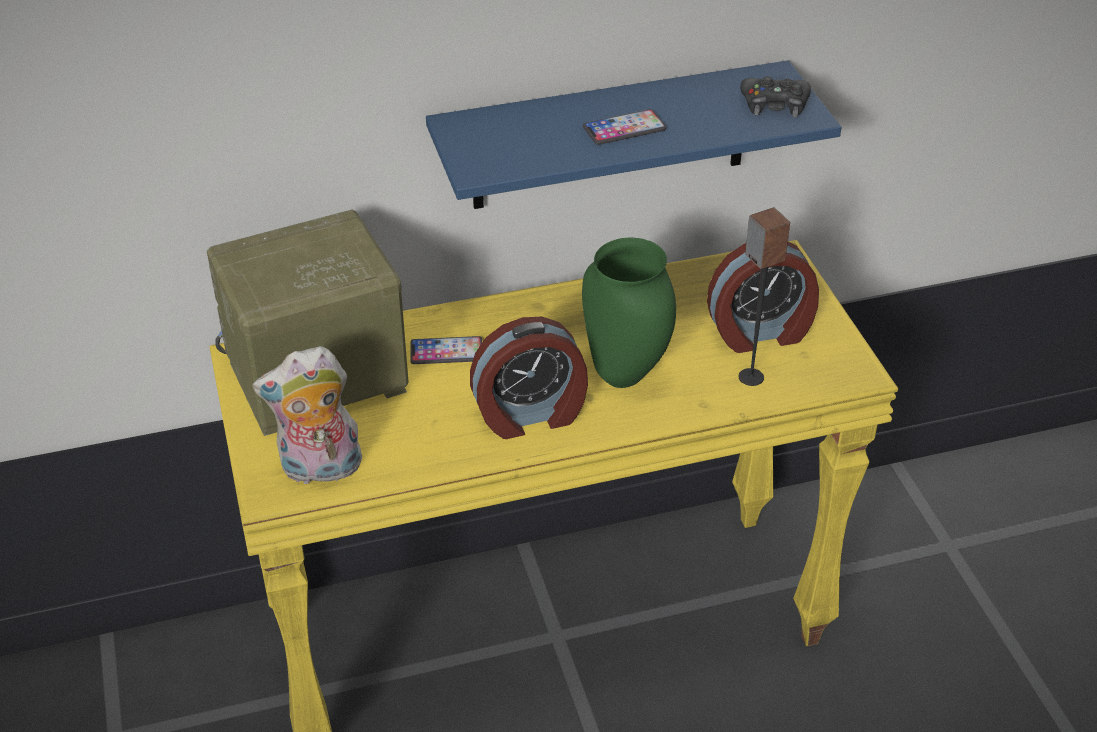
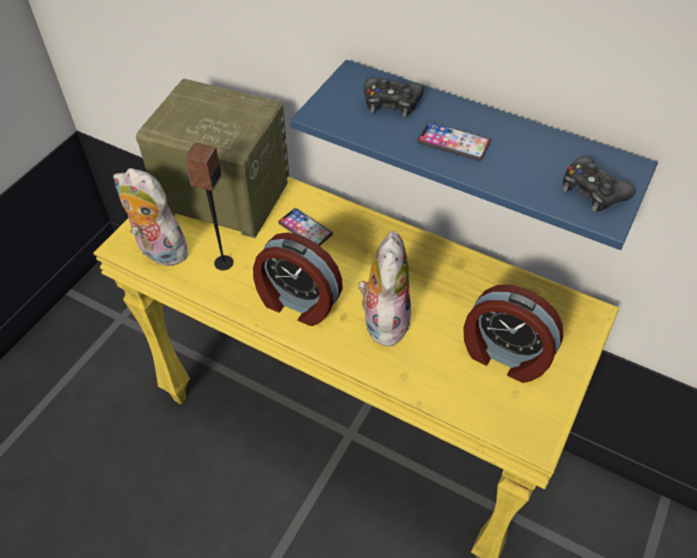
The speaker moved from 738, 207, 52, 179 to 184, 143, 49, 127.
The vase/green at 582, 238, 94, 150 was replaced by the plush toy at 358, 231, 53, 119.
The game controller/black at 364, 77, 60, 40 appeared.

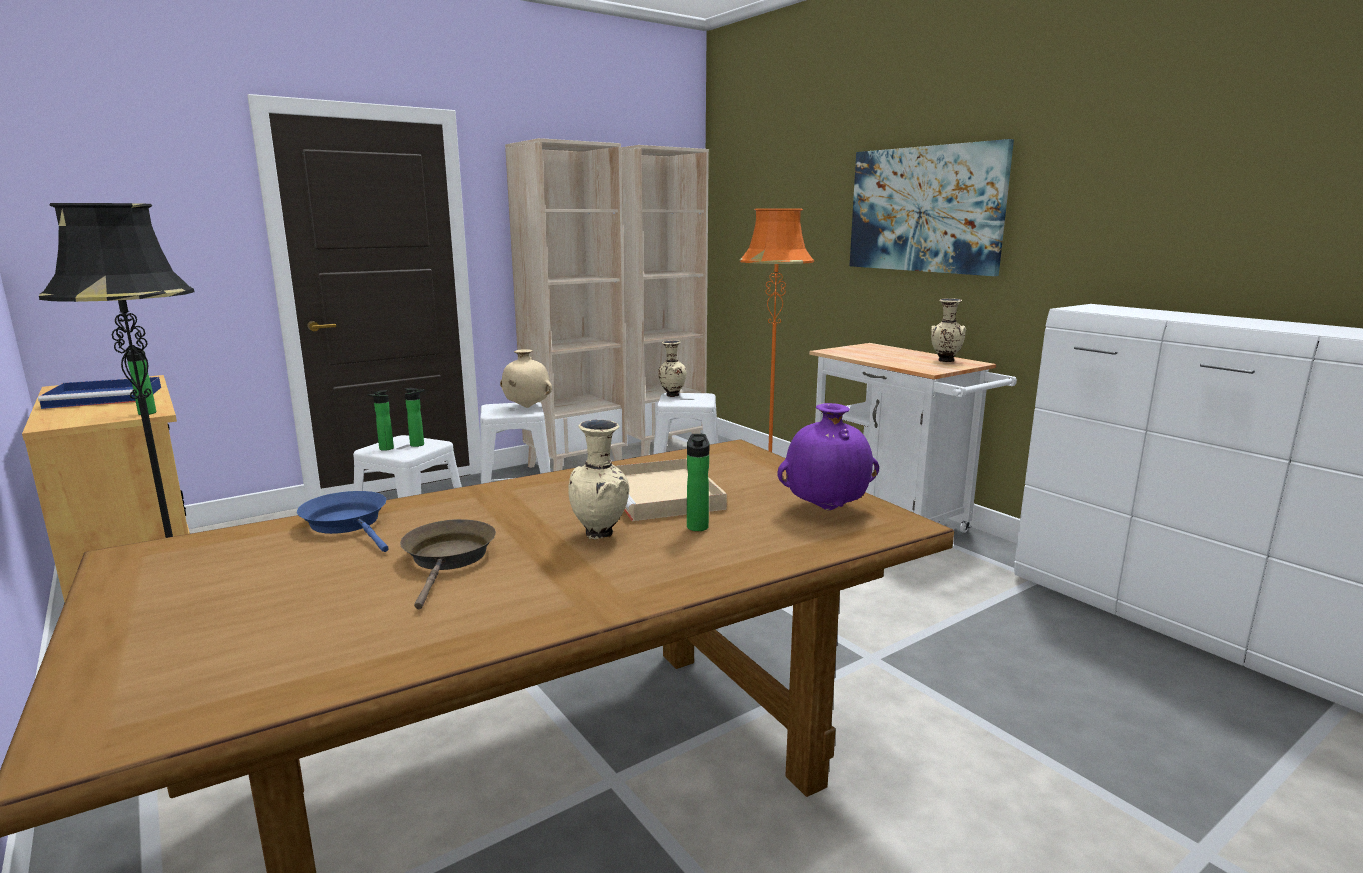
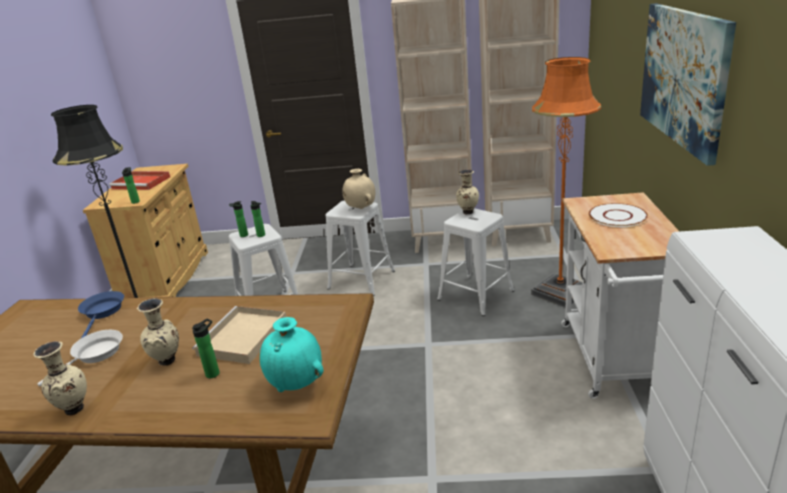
The vase/beige moved from 931, 298, 35, 64 to 33, 341, 54, 75.
The tray/blue at 38, 377, 123, 32 became the tray/red at 109, 171, 61, 19.
The vase/purple at 778, 403, 101, 107 became the vase/turquoise at 260, 317, 64, 75.
The frying pan/brown at 400, 519, 96, 91 became the frying pan/white at 37, 330, 86, 57.
The plate/white at 589, 203, 59, 24 appeared.

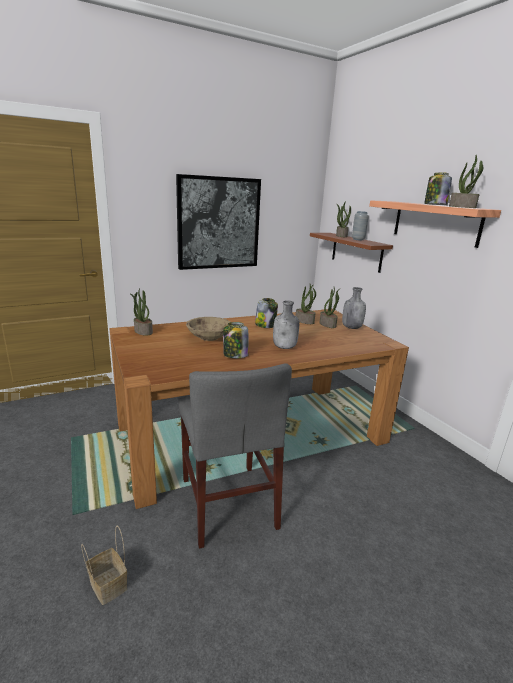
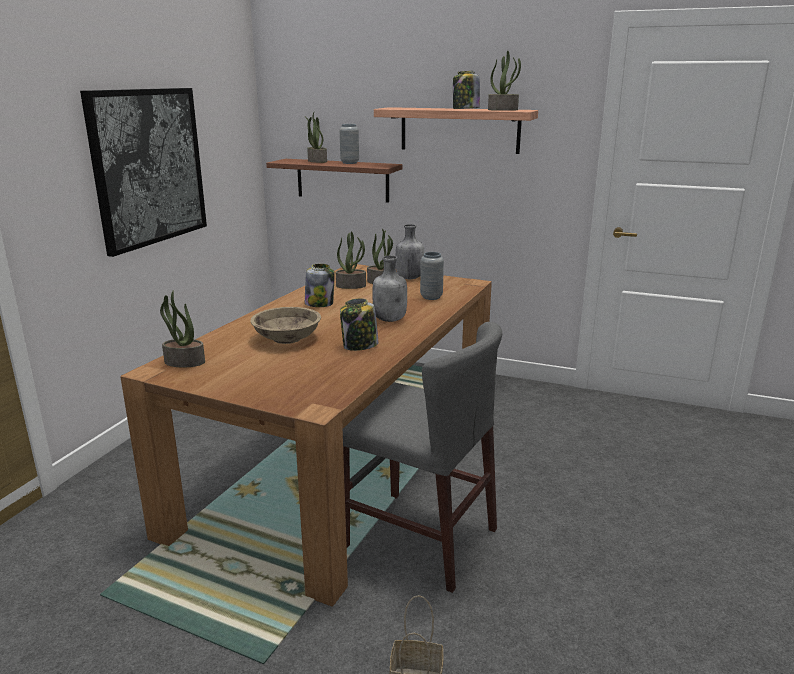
The vase/grey at 420, 252, 24, 48 appeared.

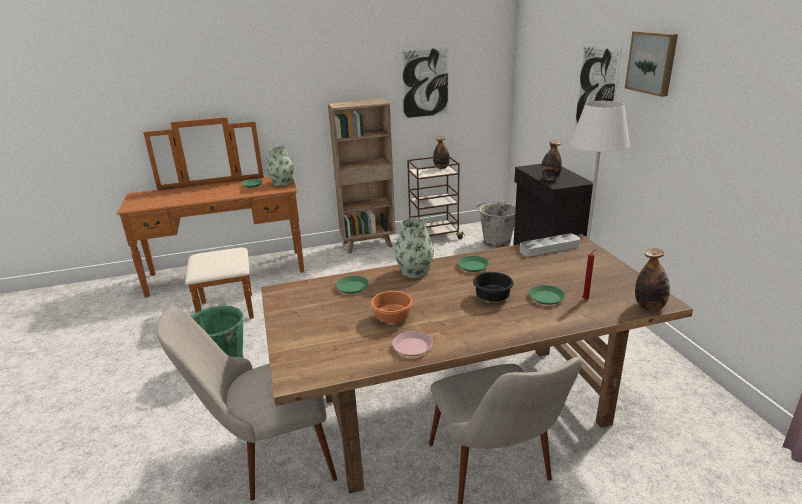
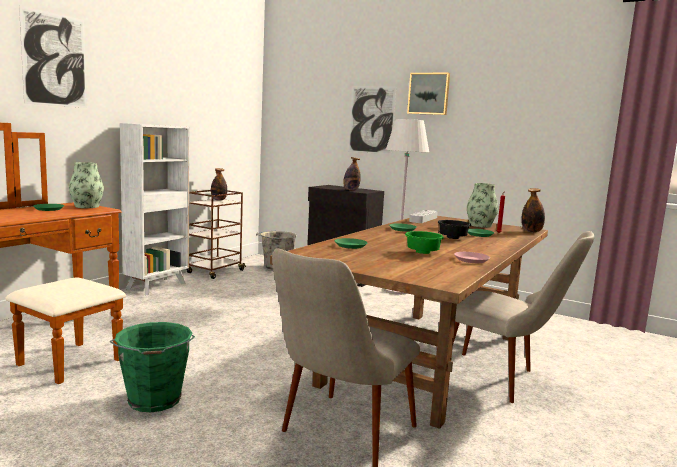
The picture moved from 400, 46, 49, 74 to 19, 6, 68, 102.
The bookcase/brown at 328, 99, 68, 155 became the bookcase/white at 120, 123, 70, 172.
The vase moved from 395, 218, 39, 60 to 467, 183, 31, 45.
The bowl/orange at 371, 291, 42, 32 became the bowl/green at 405, 231, 39, 23.

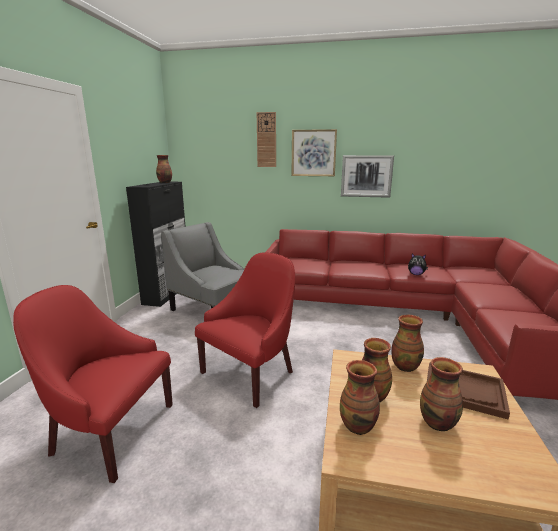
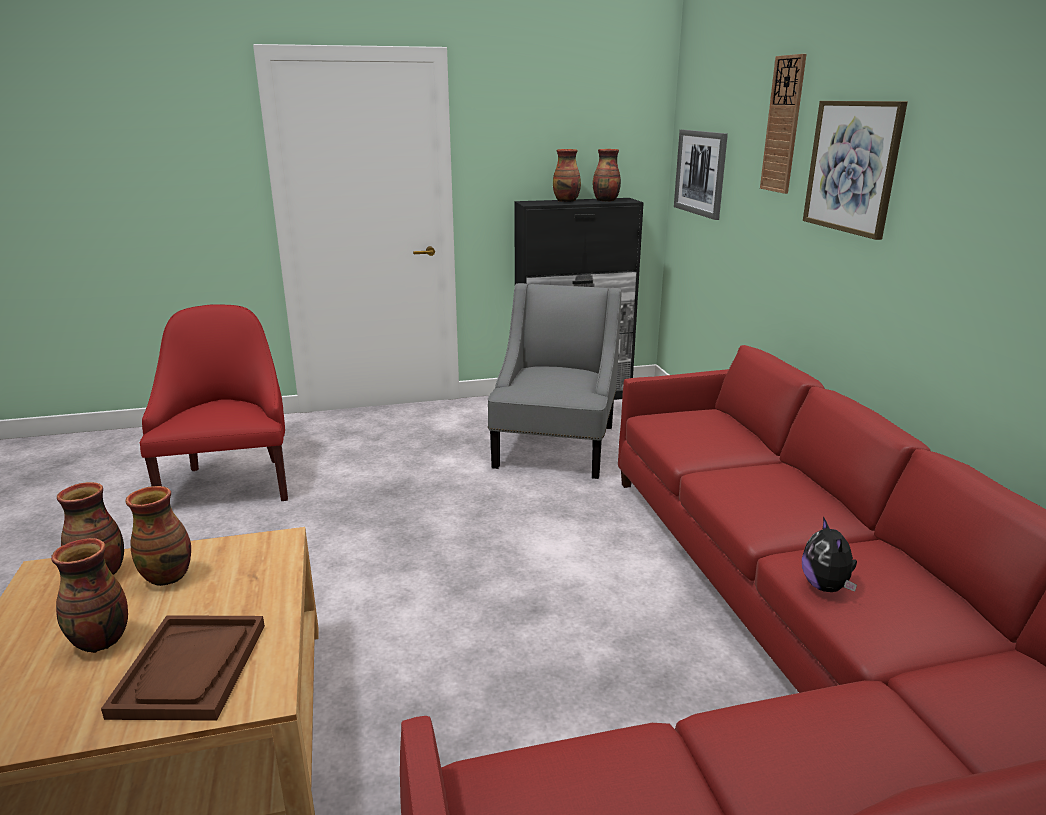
The picture moved from 341, 155, 53, 43 to 674, 130, 54, 90.
The armchair/red at 195, 252, 100, 156 disappeared.
The vase moved from 391, 315, 33, 57 to 553, 149, 28, 53.

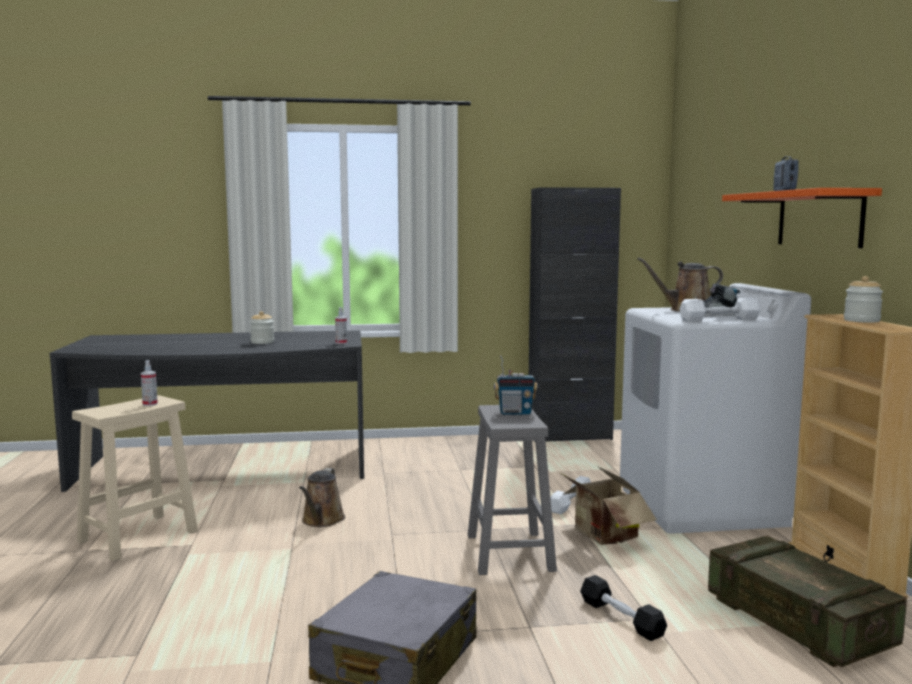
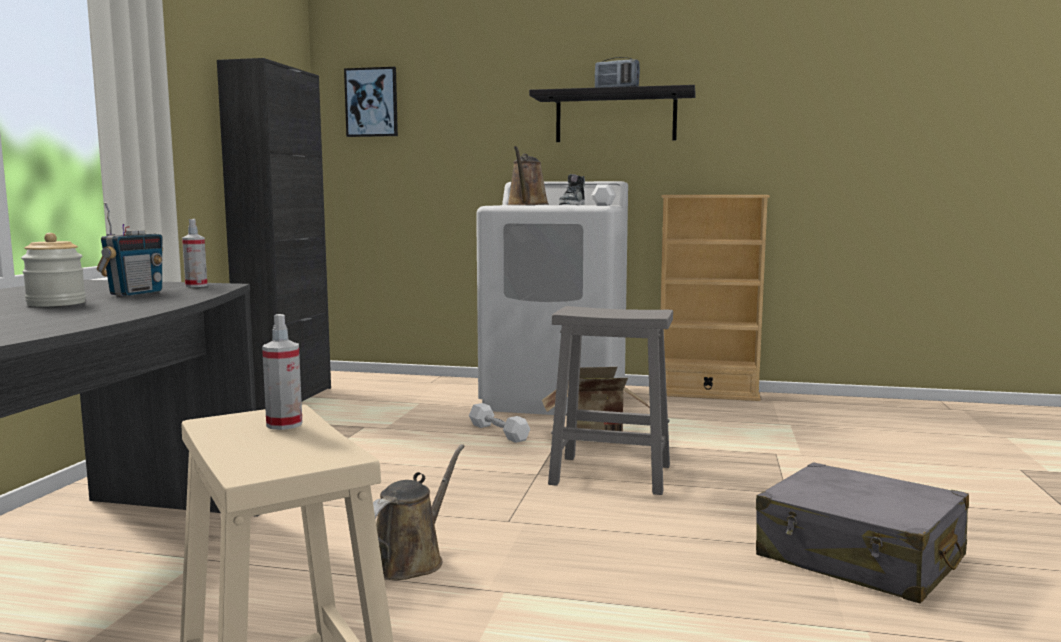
The shelf/orange at 722, 188, 160, 60 became the shelf/black at 529, 85, 167, 57.
The jar at 844, 276, 39, 47 disappeared.
The radio moved from 494, 355, 44, 60 to 97, 202, 66, 94.
The watering can/brown at 299, 468, 46, 59 turned 90 degrees counterclockwise.
The crate at 708, 536, 199, 131 disappeared.
The dumbbell/black at 580, 575, 87, 66 disappeared.
The picture at 344, 67, 54, 70 appeared.

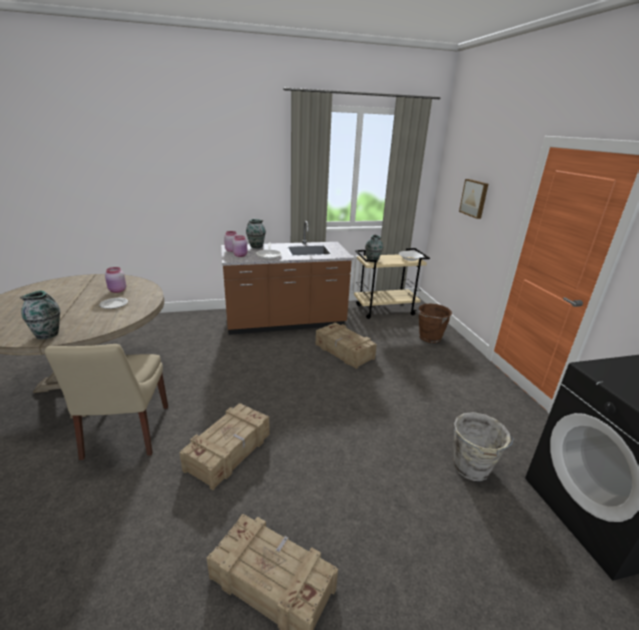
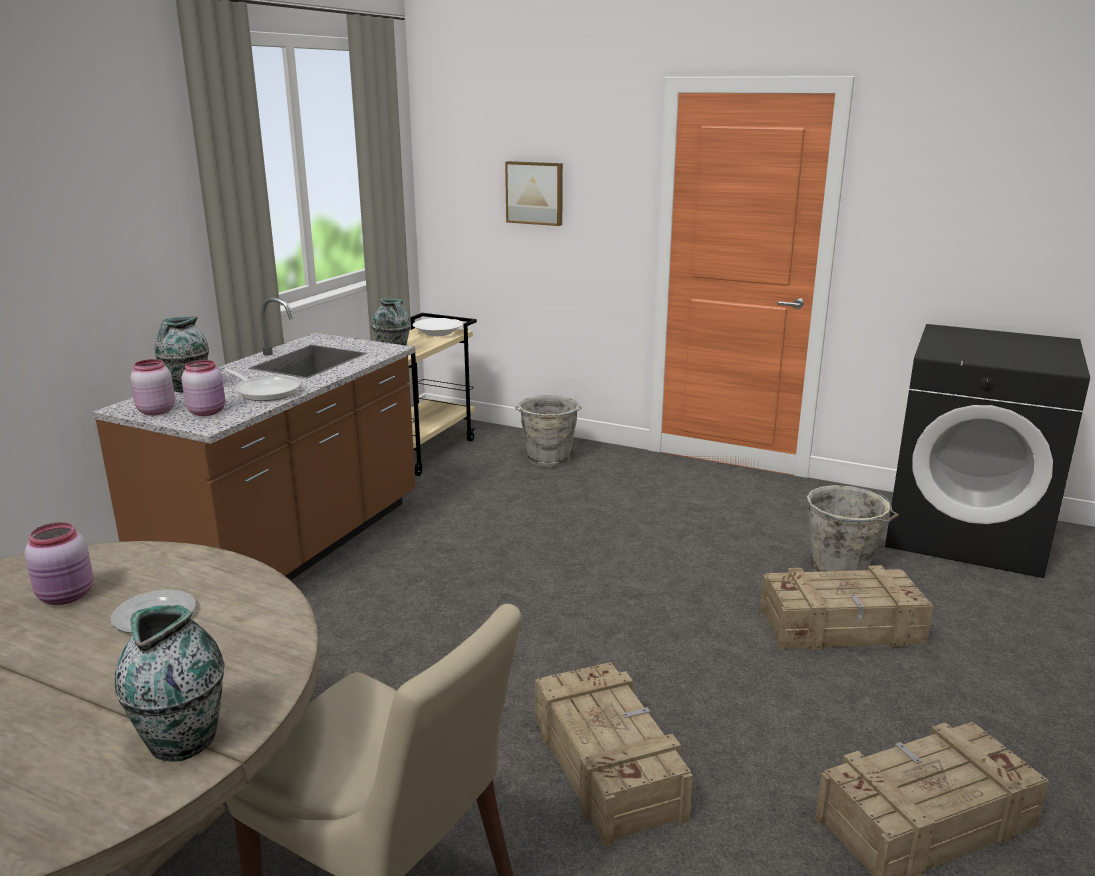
The bucket/brown at 417, 303, 35, 40 became the bucket/grey at 515, 395, 67, 72.
The crate moved from 316, 322, 61, 47 to 760, 565, 174, 85.

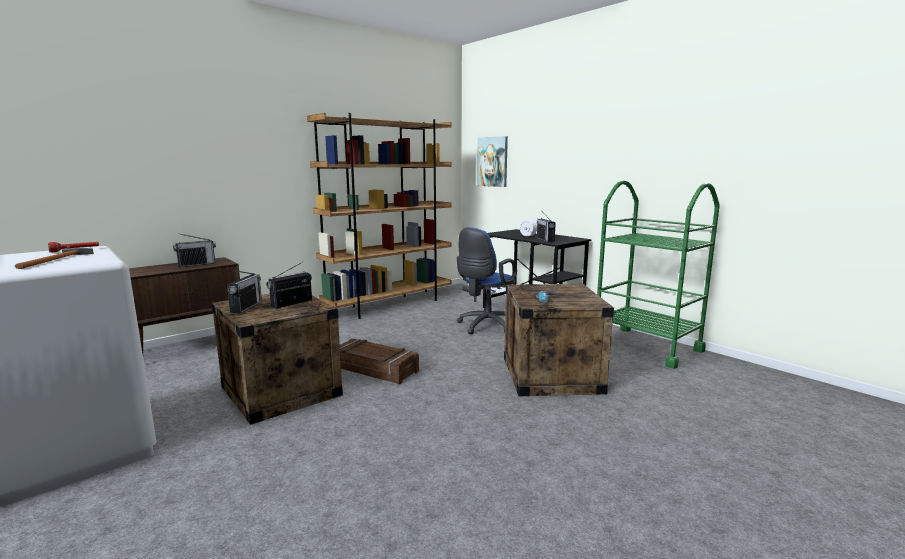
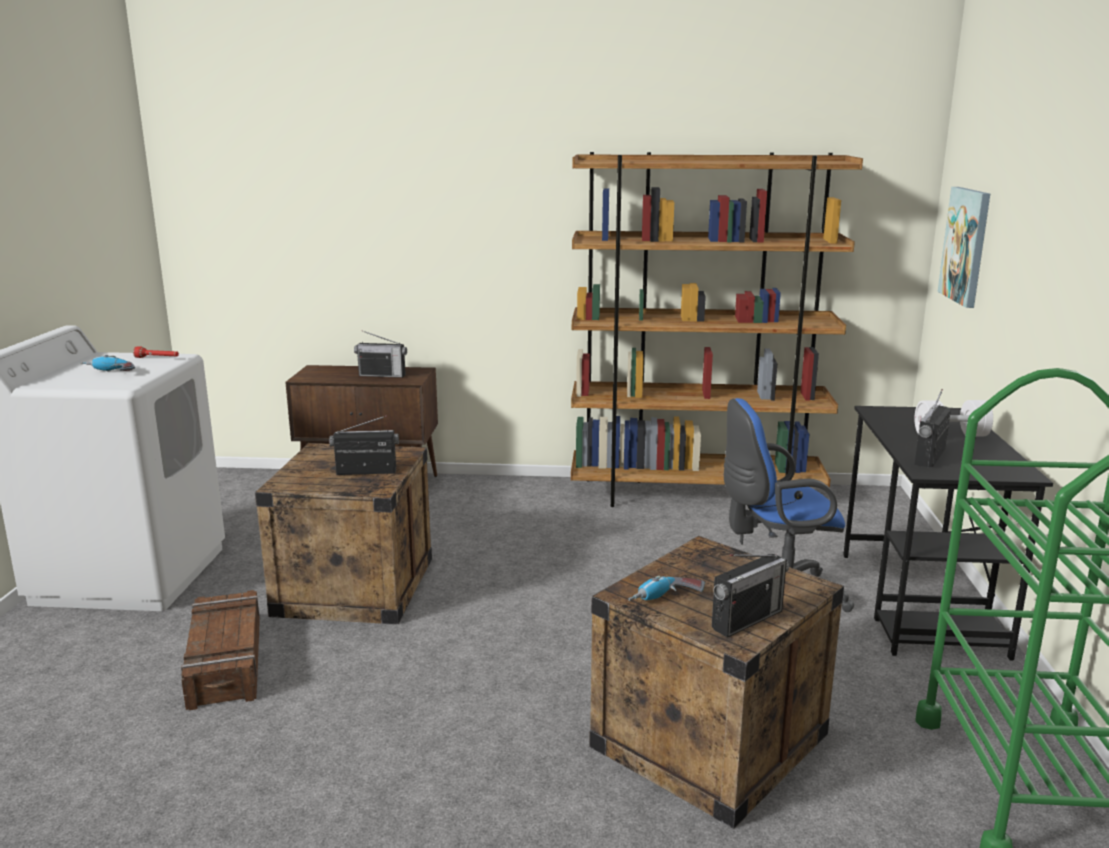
The hammer at 15, 248, 79, 21 was replaced by the power drill at 80, 355, 55, 17.
The radio moved from 227, 270, 35, 43 to 712, 554, 77, 84.
The crate moved from 340, 339, 79, 45 to 181, 590, 79, 120.

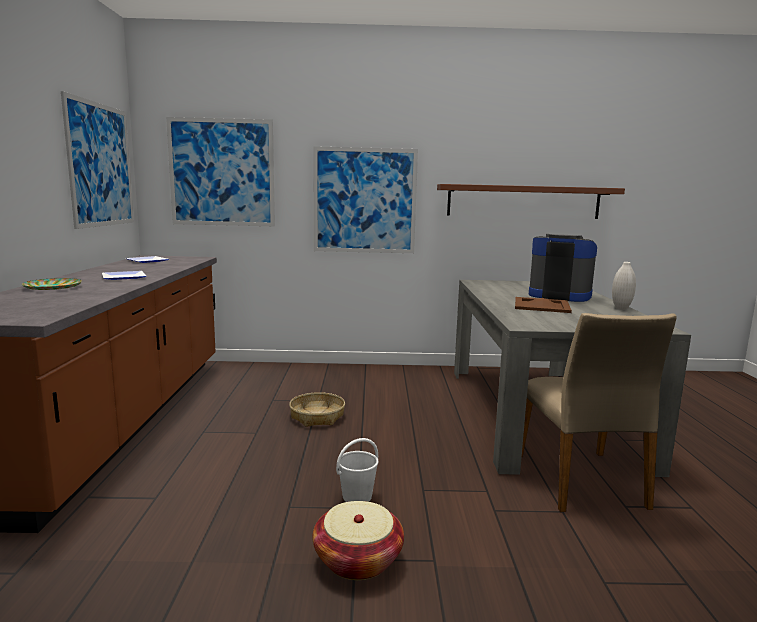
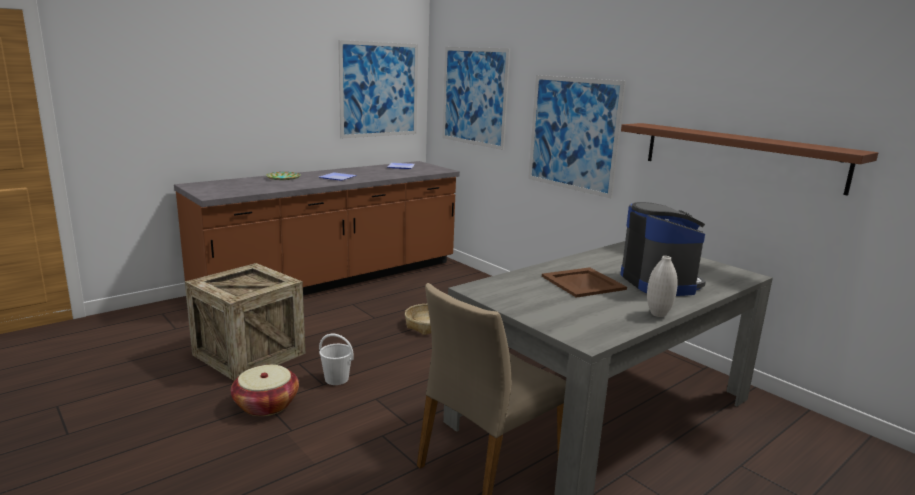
The crate at 185, 263, 120, 118 appeared.

